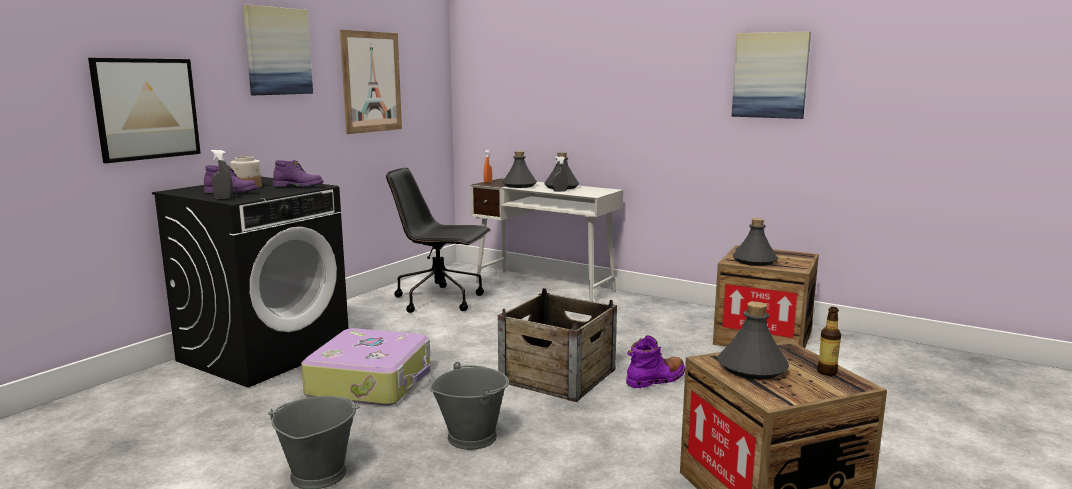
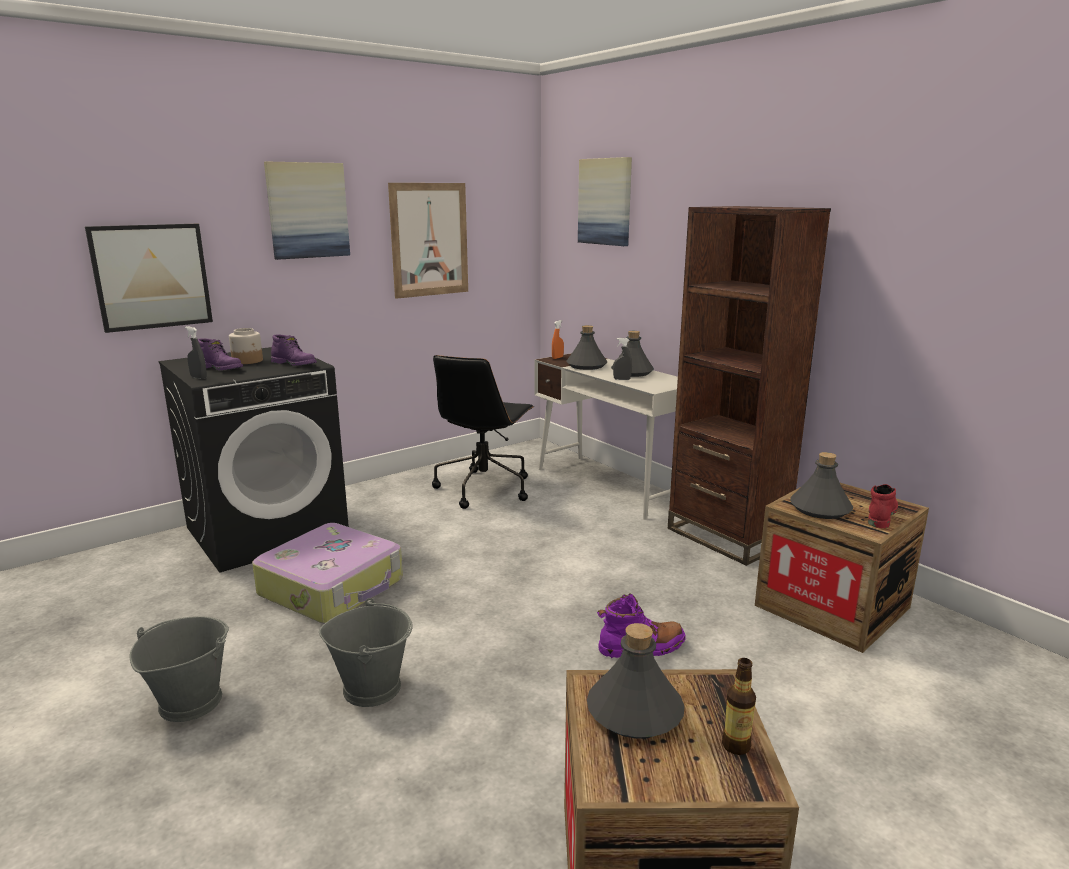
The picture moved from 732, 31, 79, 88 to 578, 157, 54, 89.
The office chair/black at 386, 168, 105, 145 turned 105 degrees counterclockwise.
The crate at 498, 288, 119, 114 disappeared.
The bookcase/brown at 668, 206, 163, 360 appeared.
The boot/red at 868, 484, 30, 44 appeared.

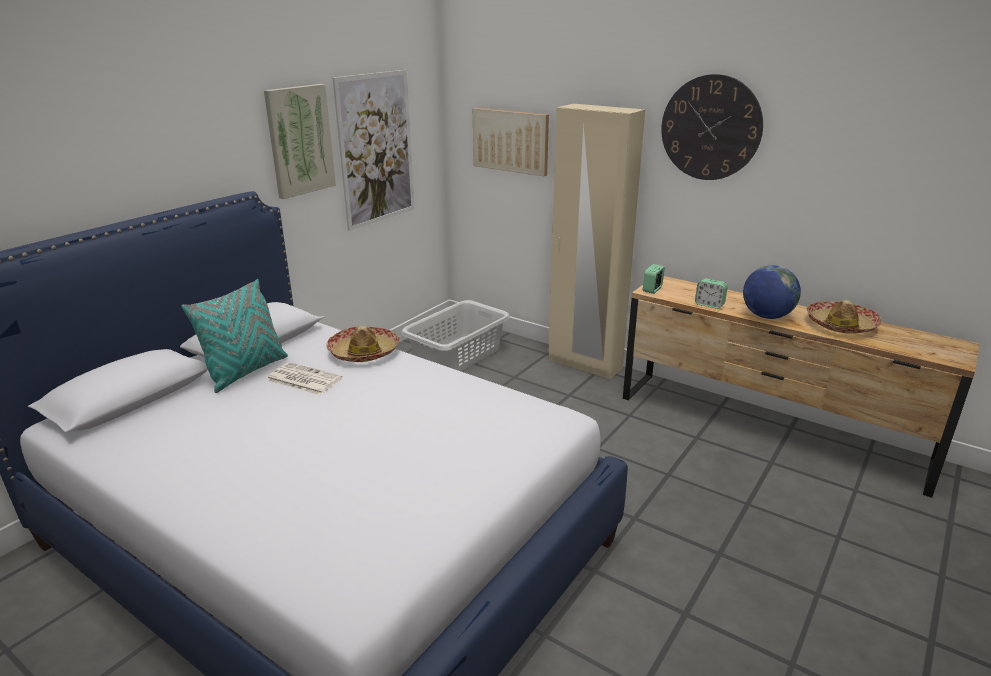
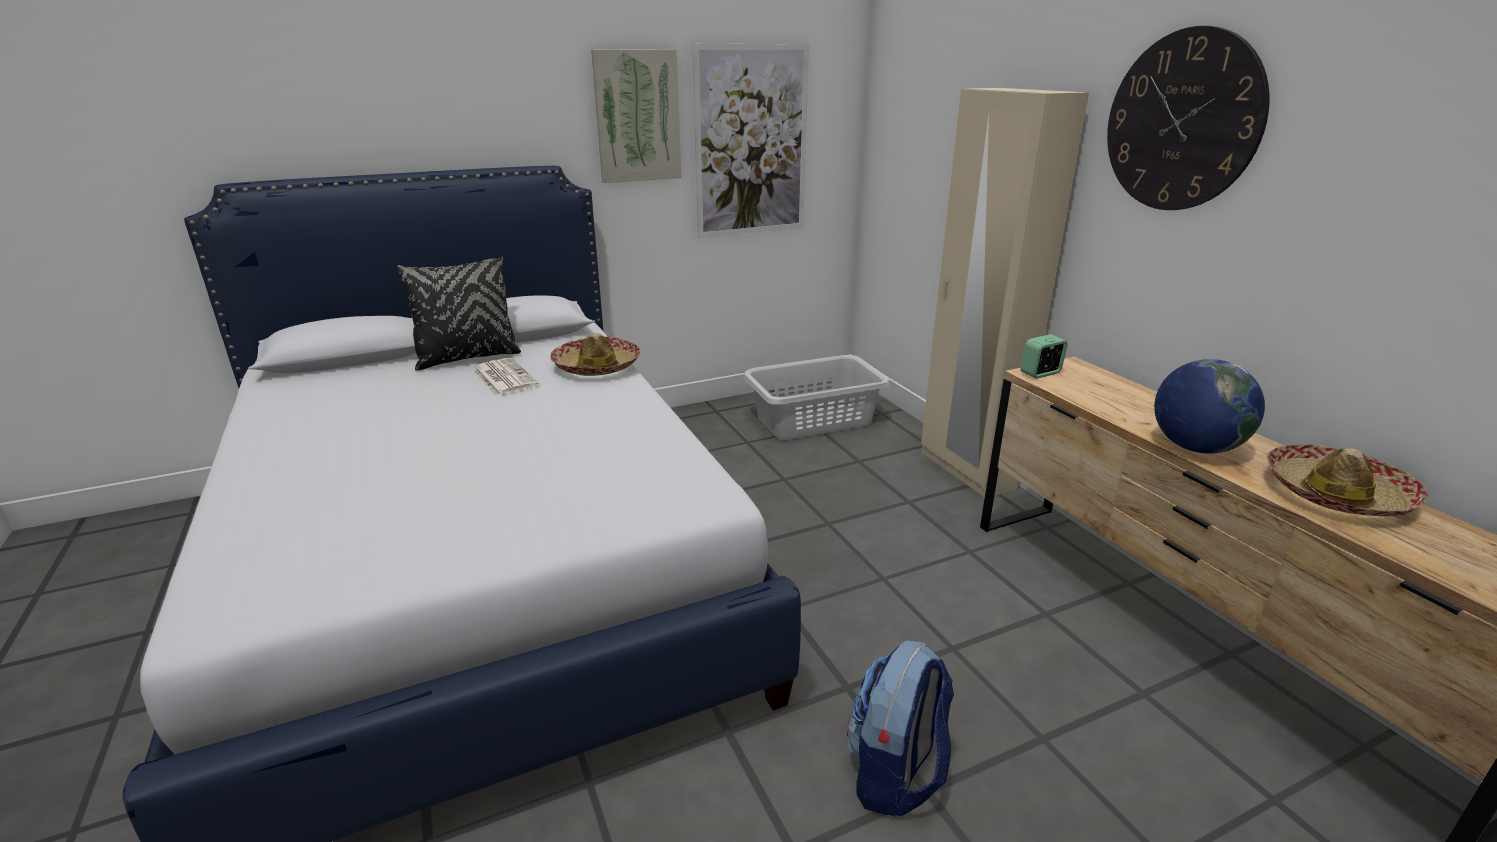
The picture at 473, 108, 76, 68 disappeared.
The alarm clock at 695, 278, 33, 31 disappeared.
The pillow/turquoise at 181, 279, 107, 114 became the pillow/black at 396, 256, 125, 115.
The backpack at 847, 640, 107, 176 appeared.

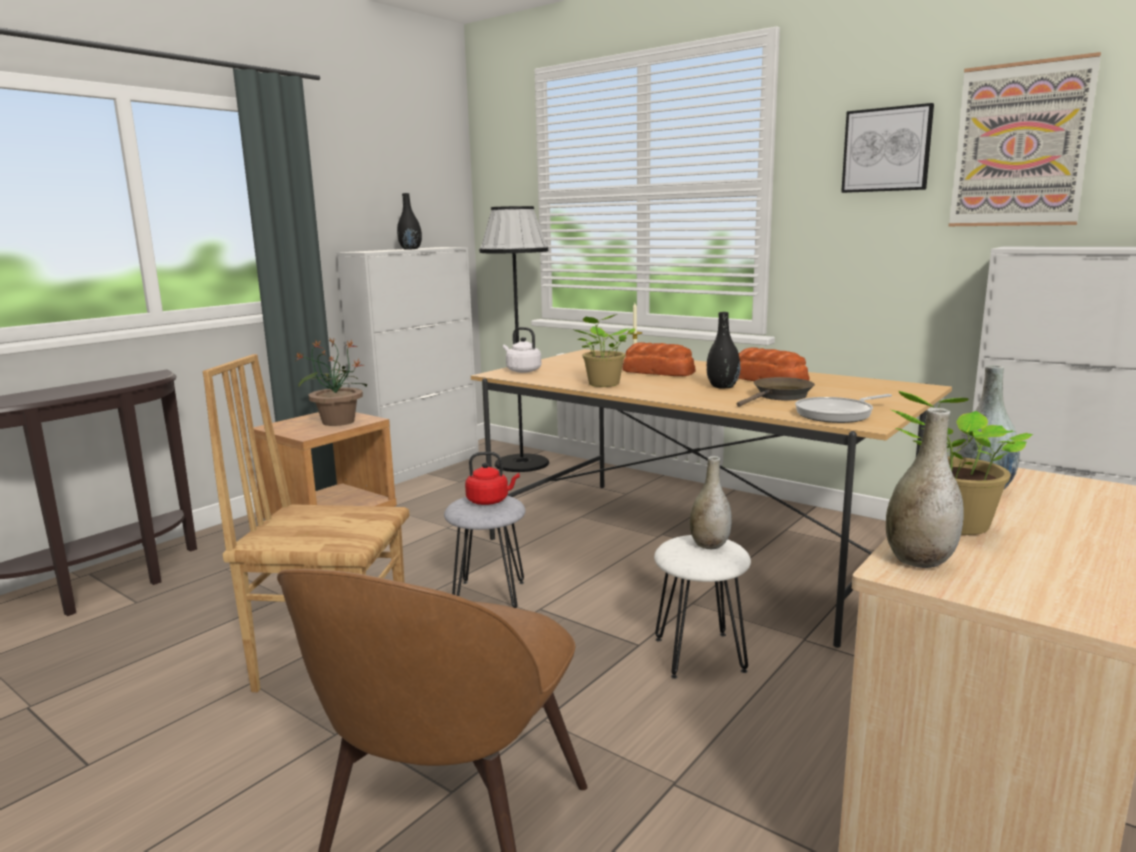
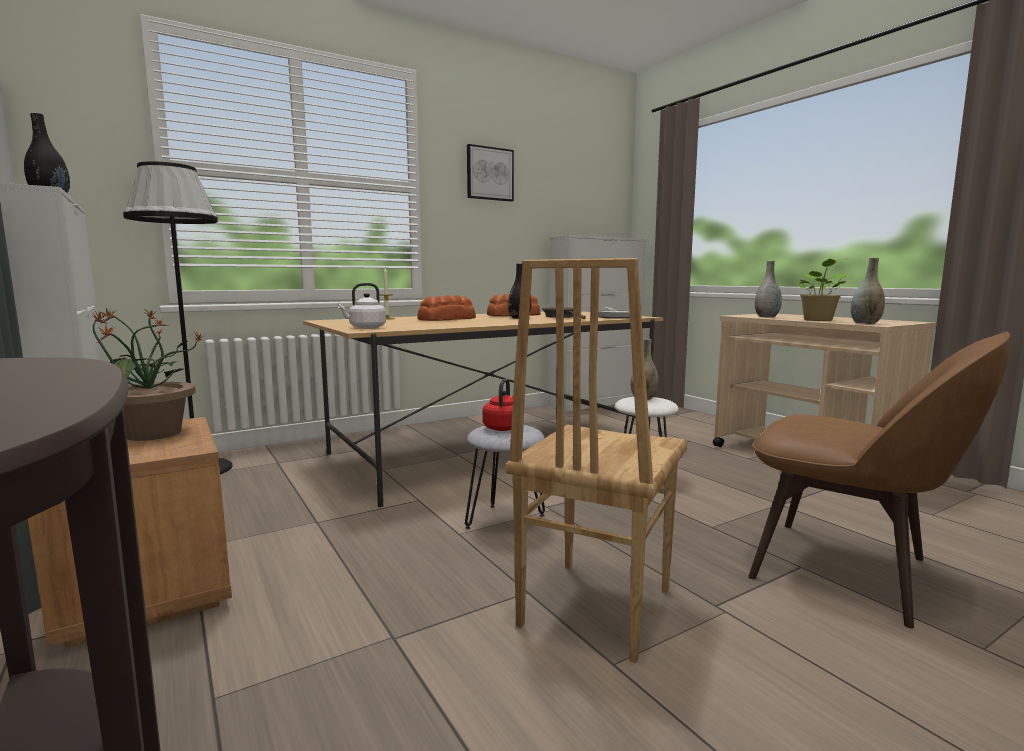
The picture at 949, 52, 152, 174 disappeared.
The potted plant at 574, 314, 61, 73 disappeared.

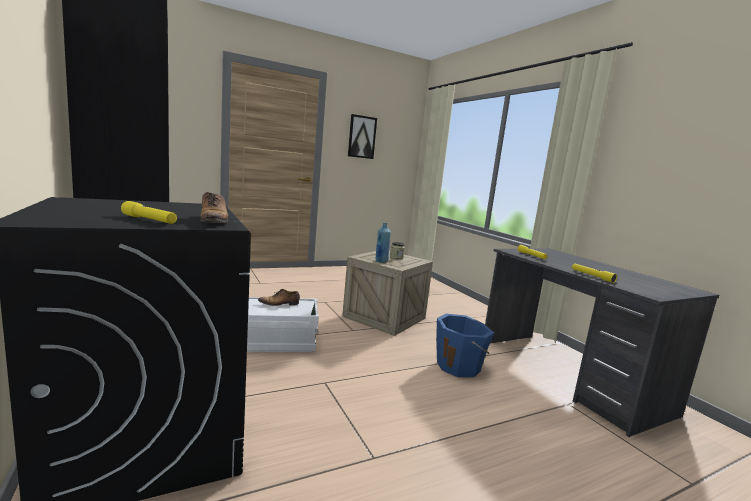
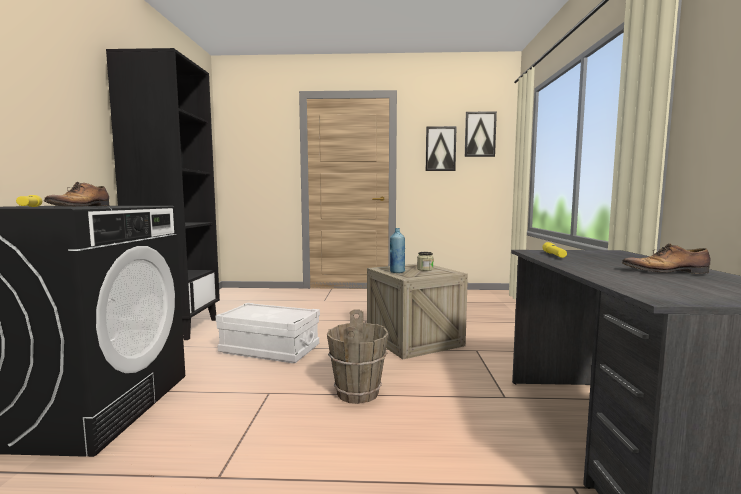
The flashlight/yellow at 572, 264, 45, 19 disappeared.
The shoe moved from 258, 289, 42, 17 to 622, 243, 88, 31.
The bucket/blue at 436, 313, 58, 64 disappeared.
The picture at 465, 111, 32, 46 appeared.
The bucket/brown at 327, 309, 62, 95 appeared.

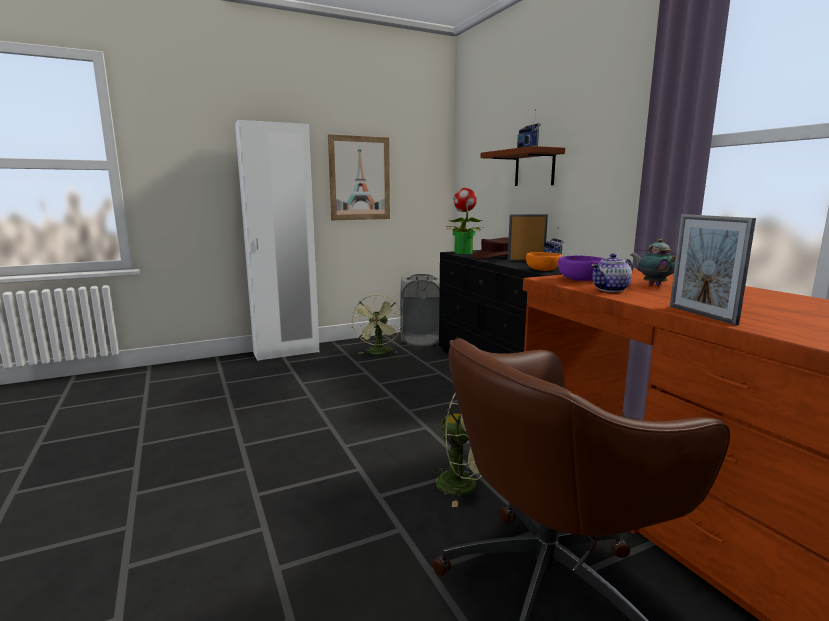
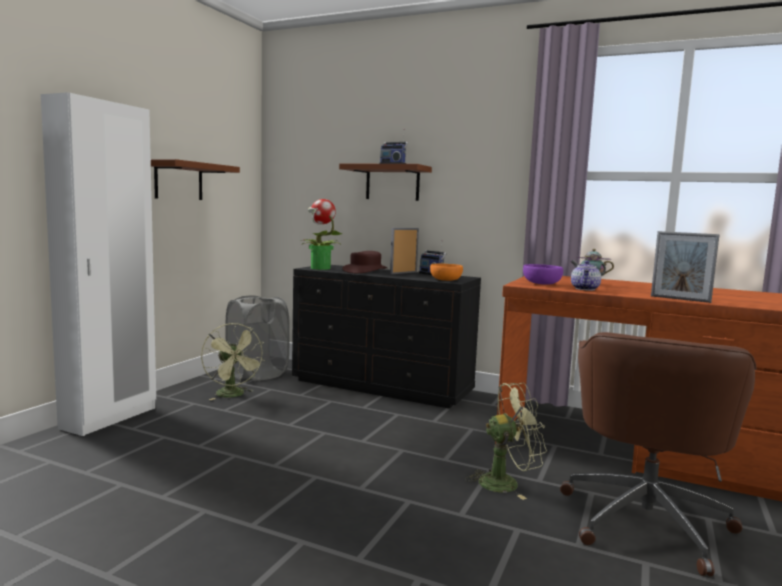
The picture at 328, 134, 62, 86 was replaced by the shelf/brown at 151, 159, 89, 41.

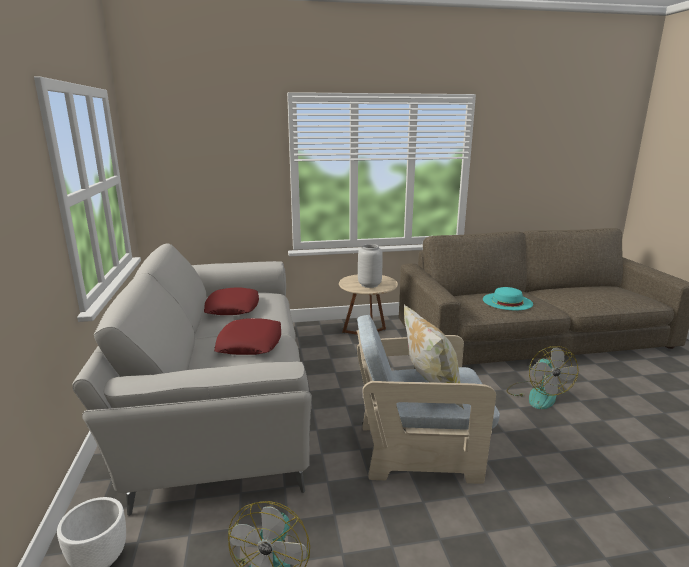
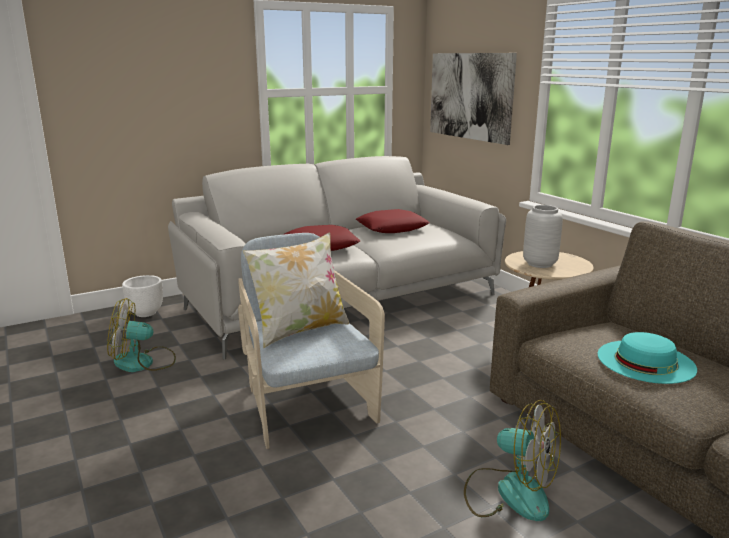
The fan at 507, 346, 72, 63 turned 120 degrees counterclockwise.
The picture at 430, 53, 87, 92 appeared.

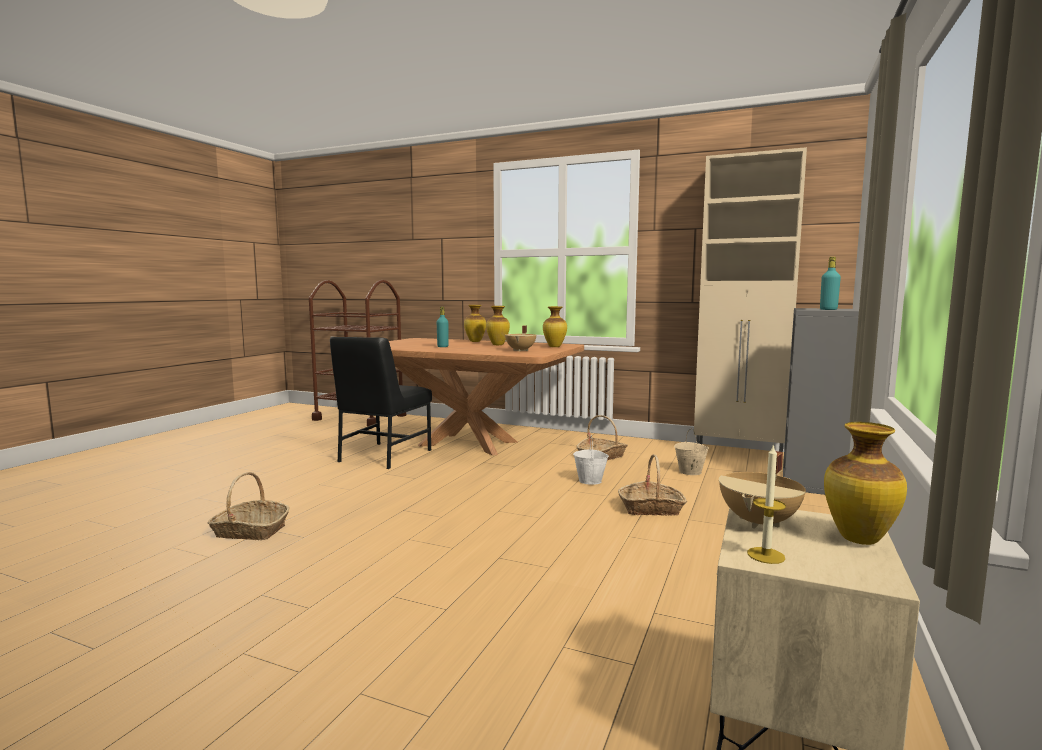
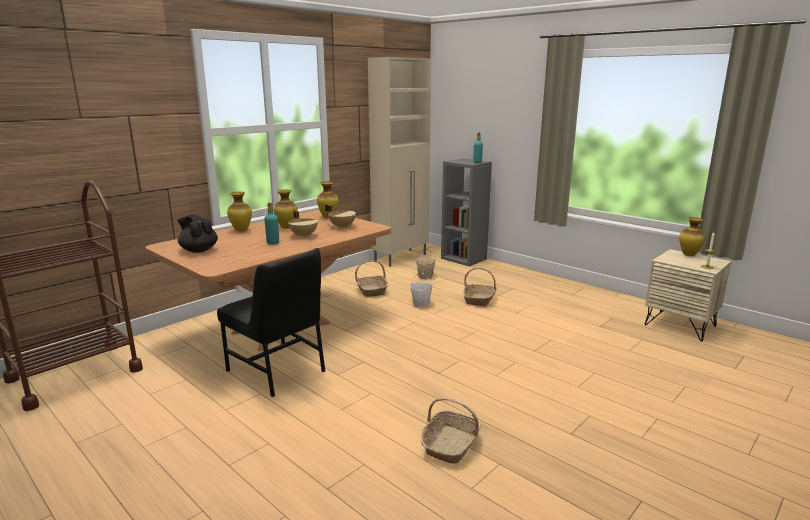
The cooking pot/beige moved from 719, 451, 87, 78 to 288, 210, 30, 28.
The teapot/black at 177, 215, 41, 38 appeared.

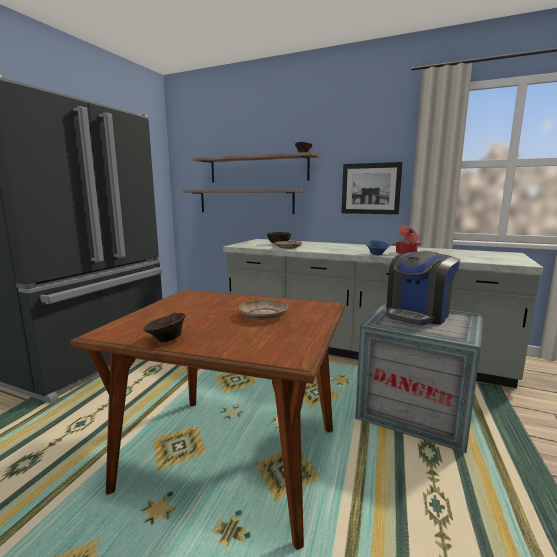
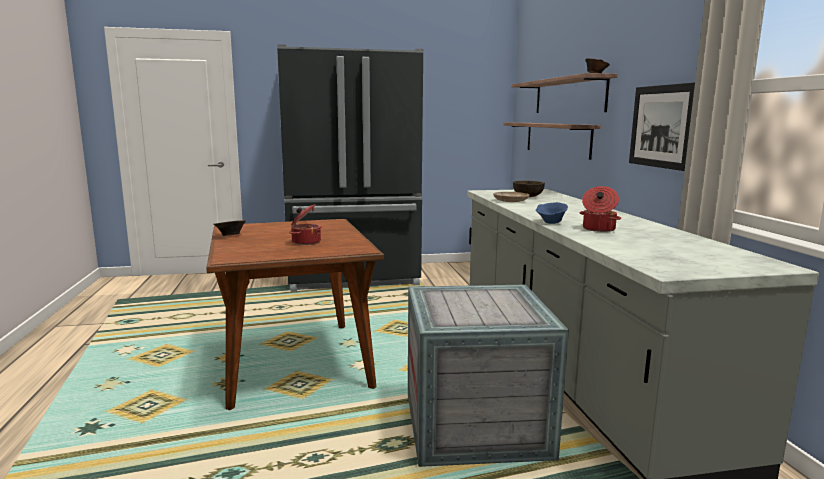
The coffee machine at 386, 251, 74, 74 disappeared.
The plate/beige at 239, 300, 49, 20 was replaced by the cooking pot at 289, 204, 33, 41.

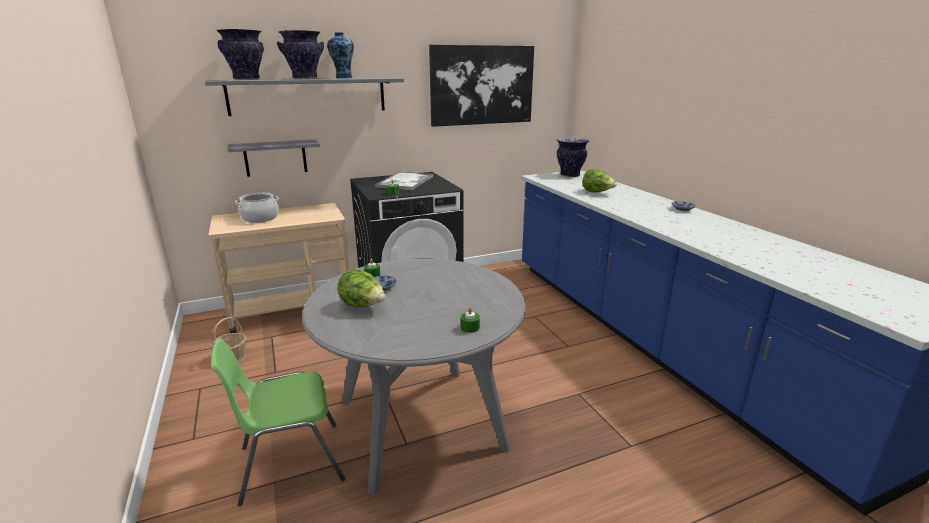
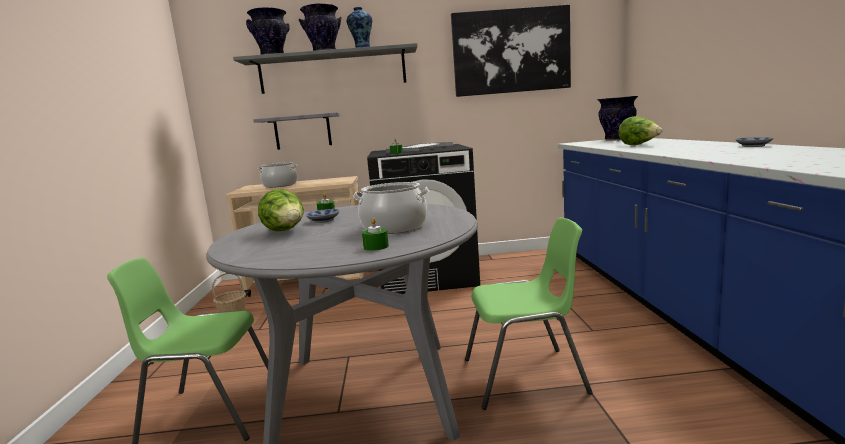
The cooking pot at 353, 182, 76, 52 appeared.
The chair/green at 465, 218, 128, 192 appeared.

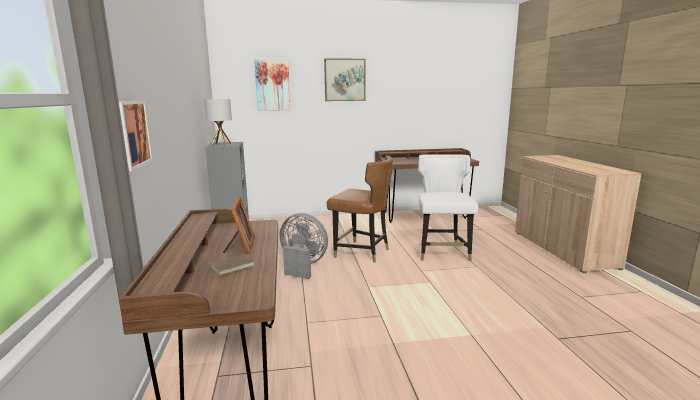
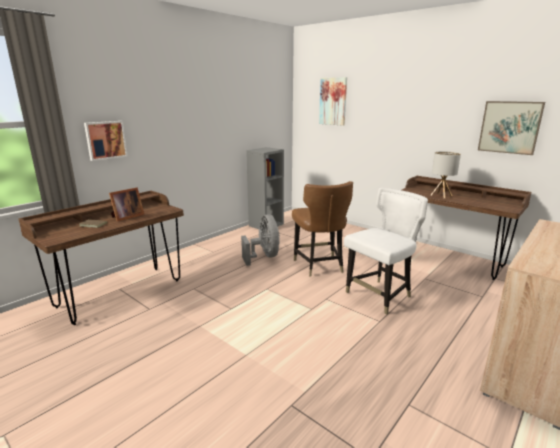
The picture moved from 324, 59, 42, 42 to 478, 101, 67, 54.
The table lamp moved from 204, 99, 28, 46 to 430, 151, 31, 48.

